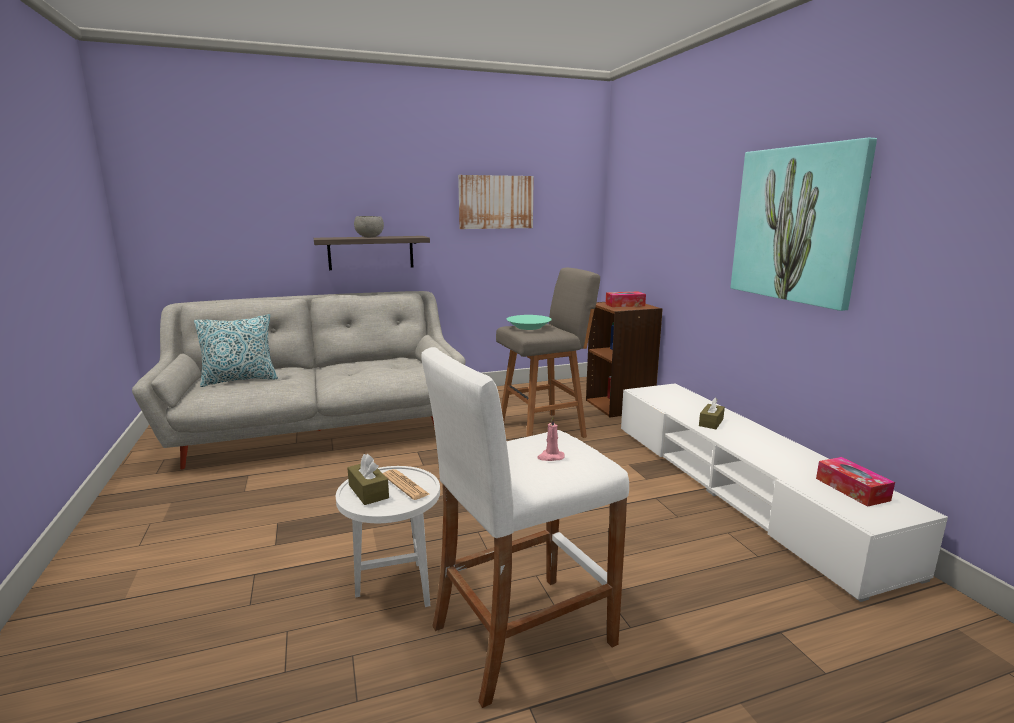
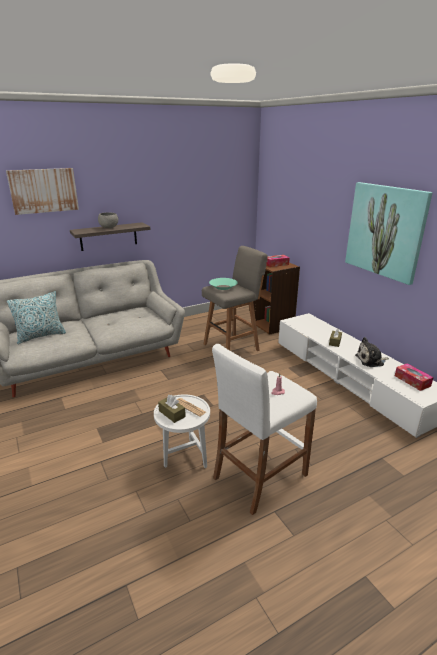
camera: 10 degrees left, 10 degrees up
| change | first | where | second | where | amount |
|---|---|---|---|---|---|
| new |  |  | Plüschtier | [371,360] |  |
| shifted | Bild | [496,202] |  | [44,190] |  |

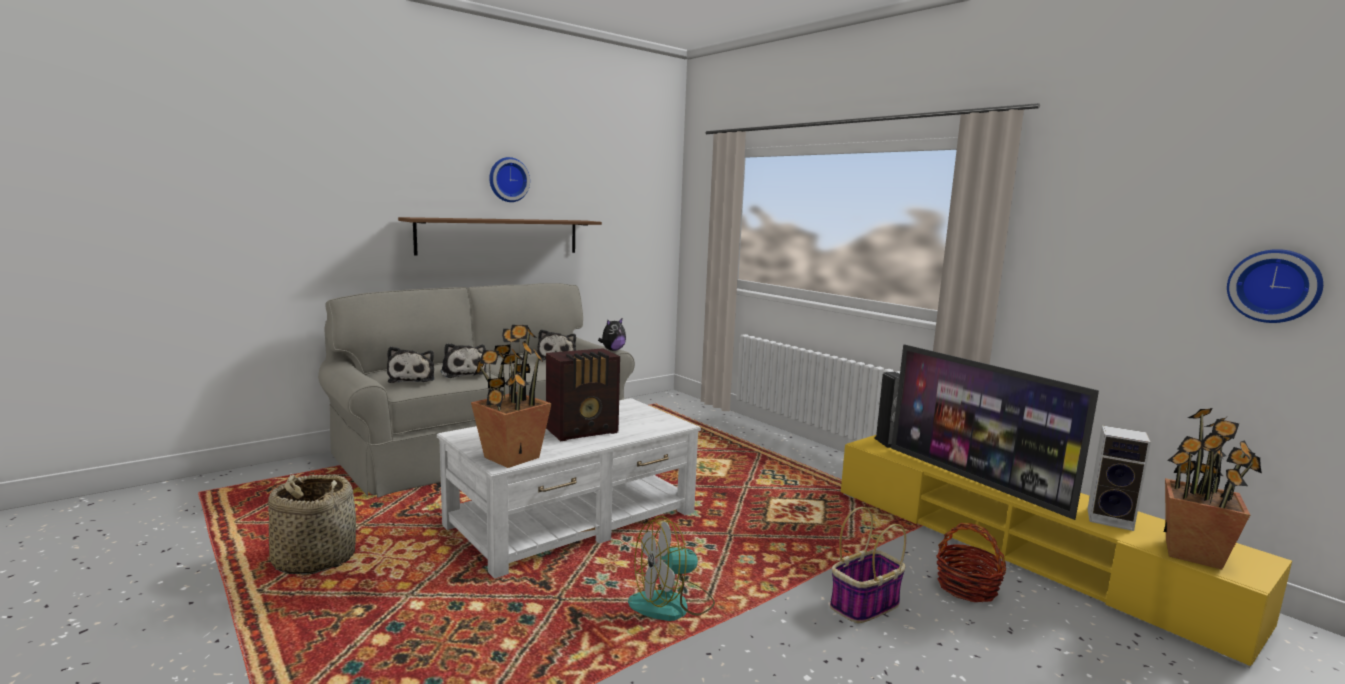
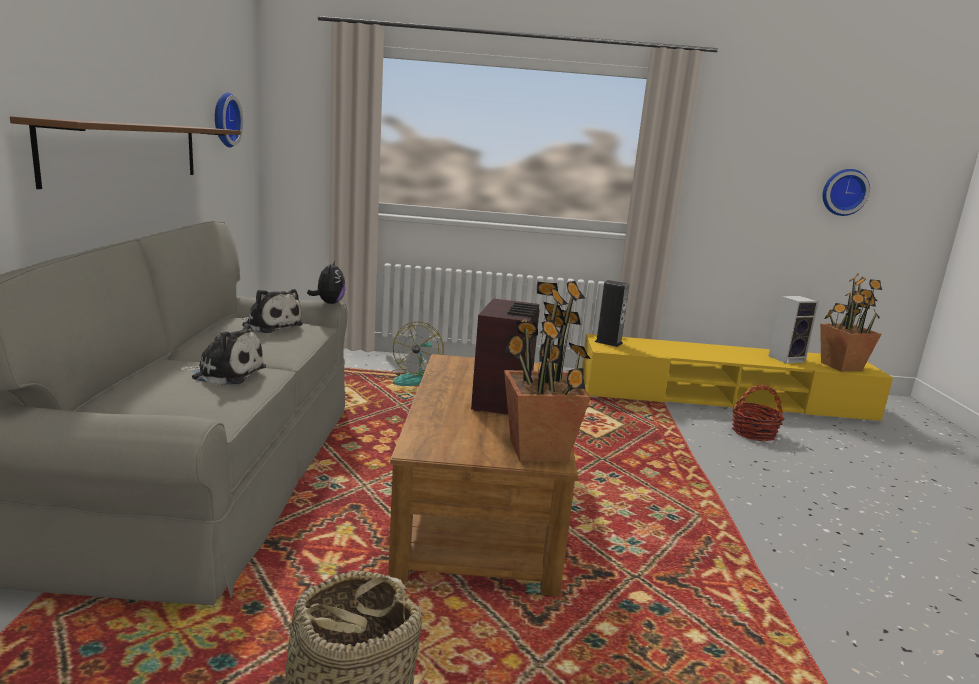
camera: 50 degrees left, 5 degrees up
| change | first | where | second | where | amount |
|---|---|---|---|---|---|
| gone | Plüschtier | [412,379] |  |  |  |
| gone | Korb | [864,605] |  |  |  |
| gone | Fernseher | [975,480] |  |  |  |
| shifted | Wanduhr | [508,179] |  | [224,119] |  |
| shifted | Ventilator | [672,604] |  | [415,379] |  |
| repainted | Couchtisch/weiß | [574,519] | Couchtisch/braun | [482,505] |  |

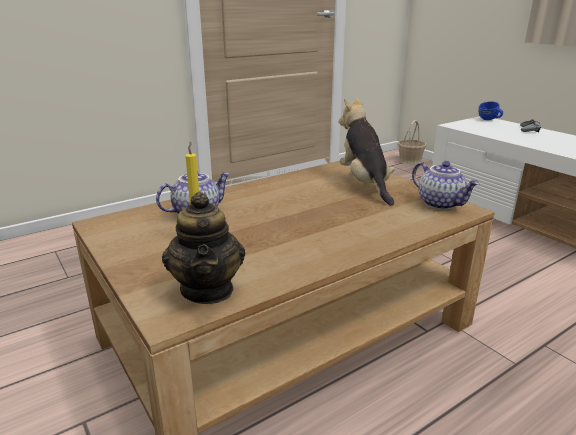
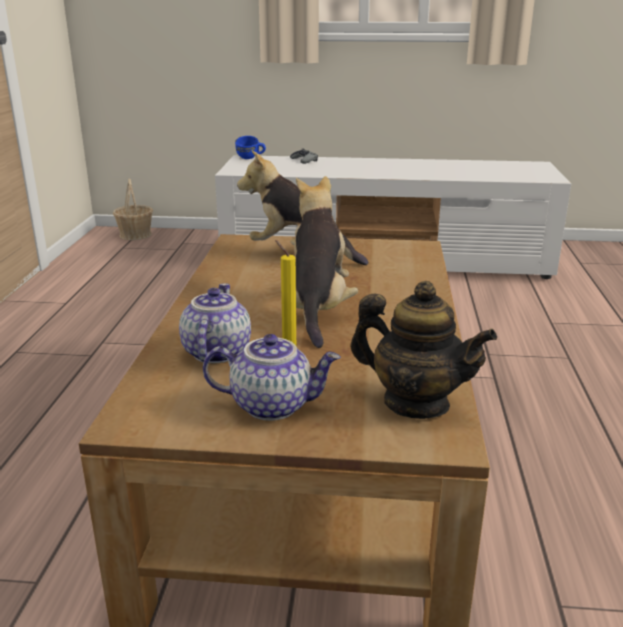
camera: 50 degrees left, 0 degrees up
| change | first | where | second | where | amount |
|---|---|---|---|---|---|
| new |  |  | Plüschtier | [317,309] |  |
| shifted | Teekanne | [441,204] |  | [273,405] |  |

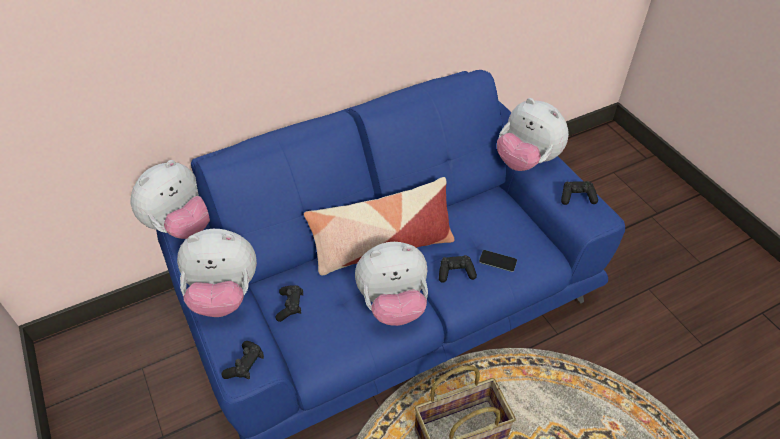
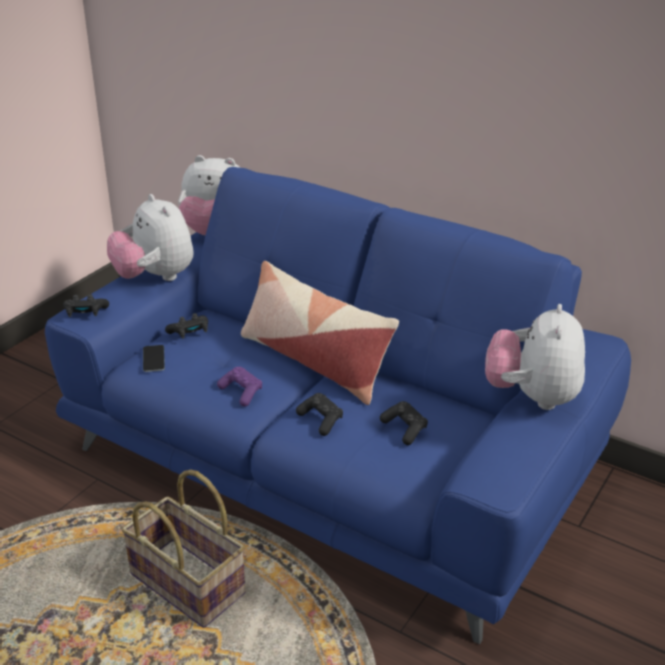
camera: 60 degrees right, 15 degrees down
| change | first | where | second | where | amount |
|---|---|---|---|---|---|
| shifted | Handy | [497,261] |  | [153,359] |  |
| shifted | Gamepad/schwarz | [577,197] |  | [404,429] |  |
| swapped | Plüschtier | [393,304] | Gamepad/lila | [241,392] |  |

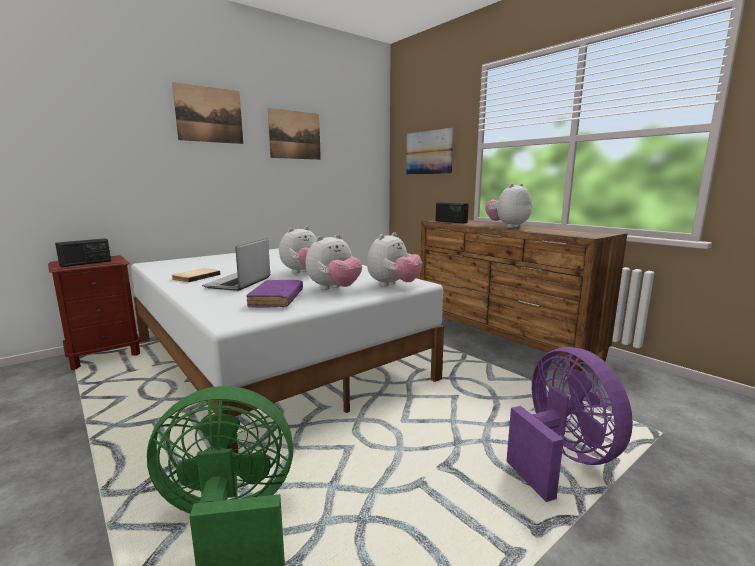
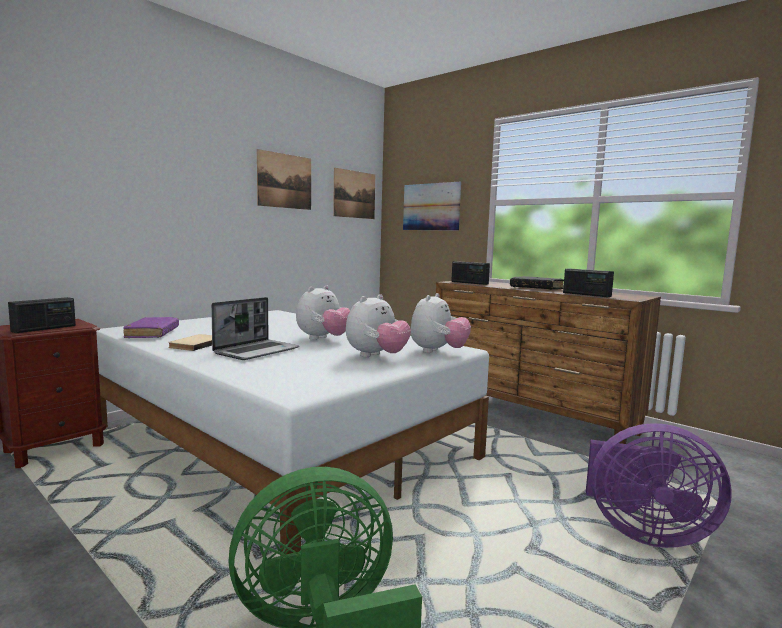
camera: 10 degrees left, 5 degrees down
| change | first | where | second | where | amount |
|---|---|---|---|---|---|
| new |  |  | Radio | [586,294] |  |
| shifted | Bild | [209,115] |  | [354,194] |  |
| shifted | Buch/lila | [276,300] |  | [152,334] |  |
| swapped | Plüschtier | [507,226] | Buch/schwarz | [536,288] |  |
| rotated | Laptop | [238,283] |  | [257,351] | 150 degrees counterclockwise |
| rotated | Ventilator/lila | [561,459] |  | [642,532] | 135 degrees clockwise |

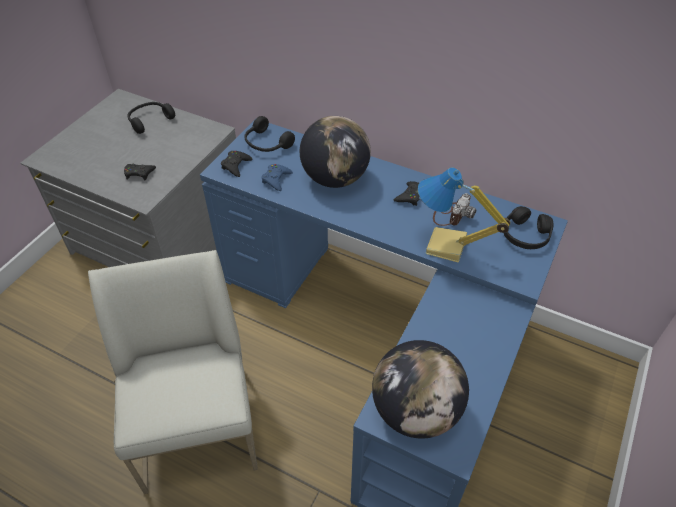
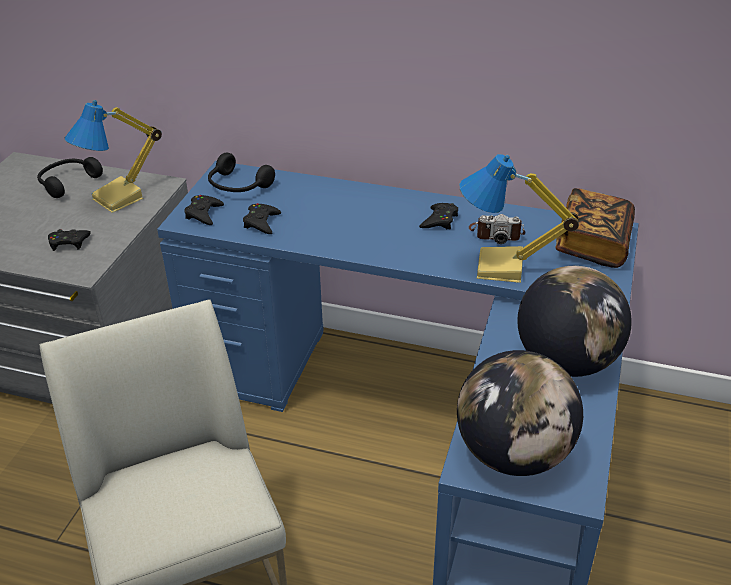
camera: 10 degrees left, 10 degrees down
| change | first | where | second | where | amount |
|---|---|---|---|---|---|
| new |  |  | Tischlampe | [119,199] |  |
| shifted | Globus | [335,178] |  | [566,361] |  |
| swapped | Kopfhörer/schwarz | [525,235] | Buch | [593,244] |  |
| repainted | Gamepad/blau | [276,179] | Gamepad/schwarz | [261,222] |  |
| rotated | Kamera | [451,214] |  | [496,233] | 75 degrees clockwise |

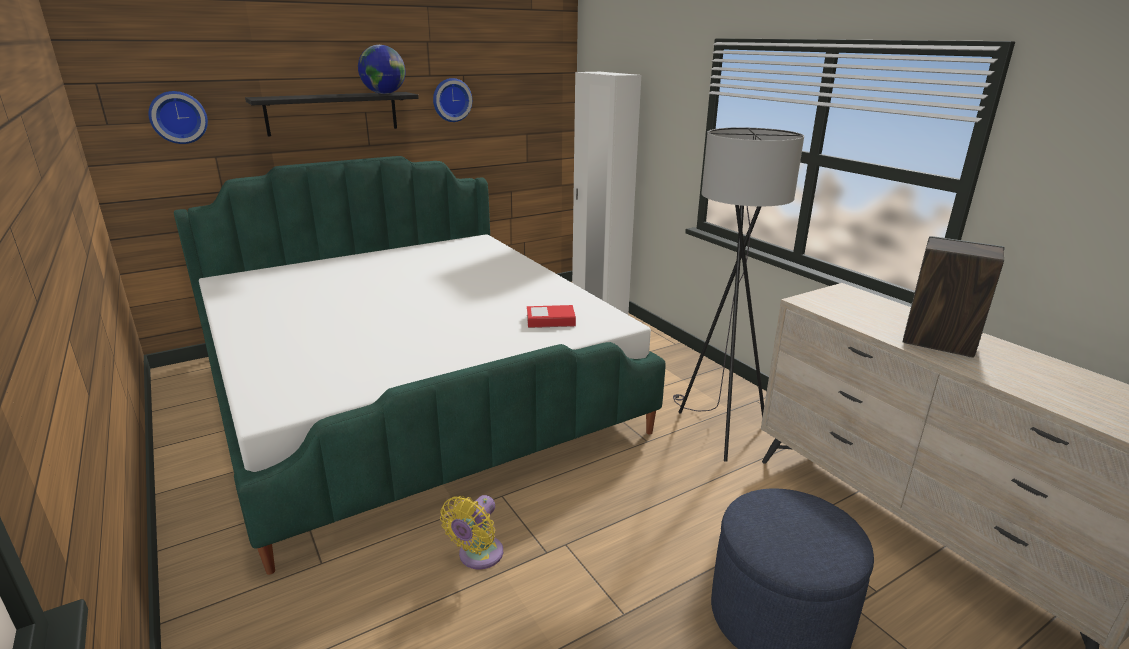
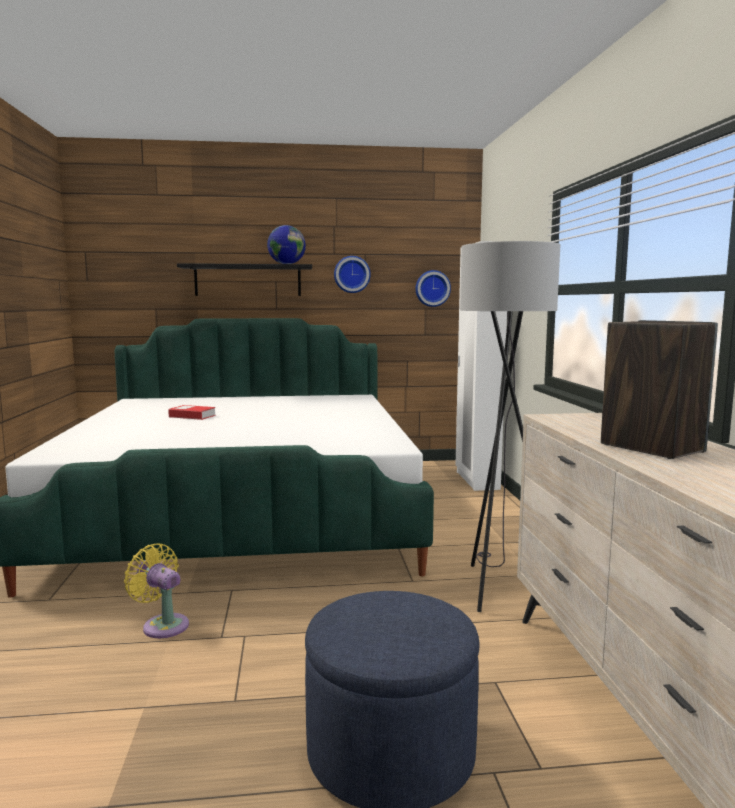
camera: 25 degrees right, 15 degrees down
| change | first | where | second | where | amount |
|---|---|---|---|---|---|
| shifted | Wanduhr | [178,117] |  | [432,288] |  |
| shifted | Buch | [550,321] |  | [192,416] |  |
| rotated | Ventilator/gelb | [478,556] |  | [163,625] | 75 degrees clockwise |

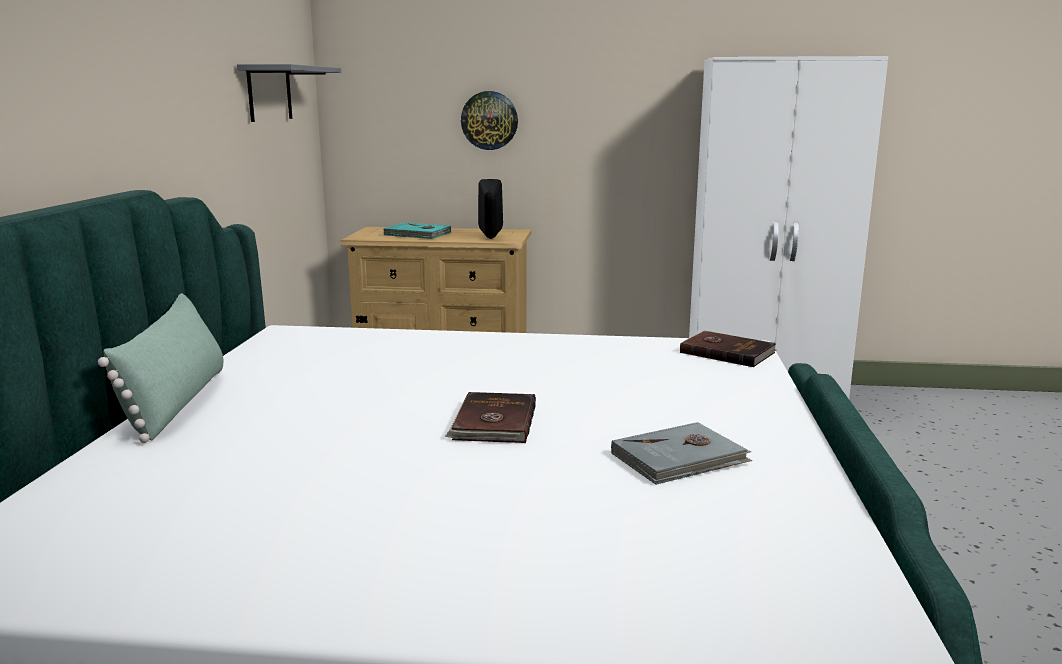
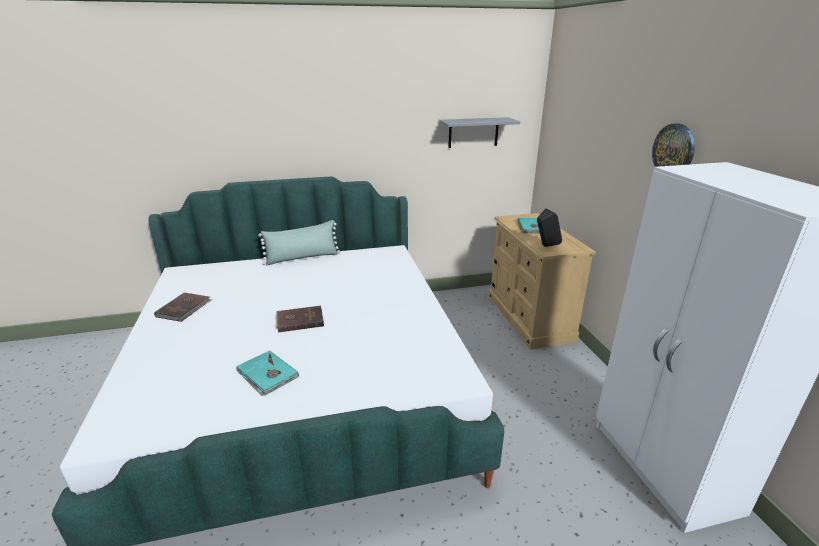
camera: 70 degrees right, 10 degrees up
| change | first | where | second | where | amount |
|---|---|---|---|---|---|
| shifted | Wanduhr | [489,120] |  | [674,150] |  |
| shifted | Buch/braun | [727,352] |  | [184,308] |  |
| repainted | Buch/grau | [680,458] | Buch/türkis | [267,375] |  |

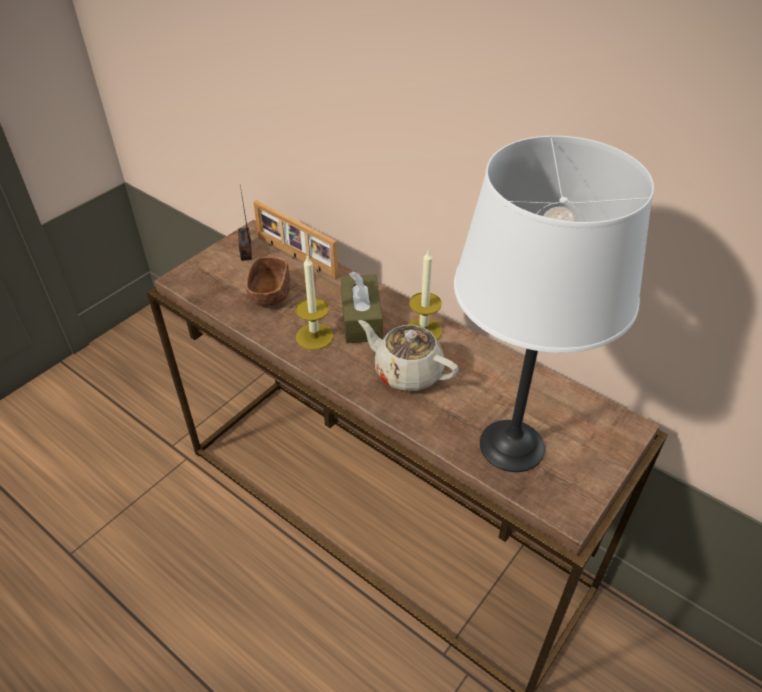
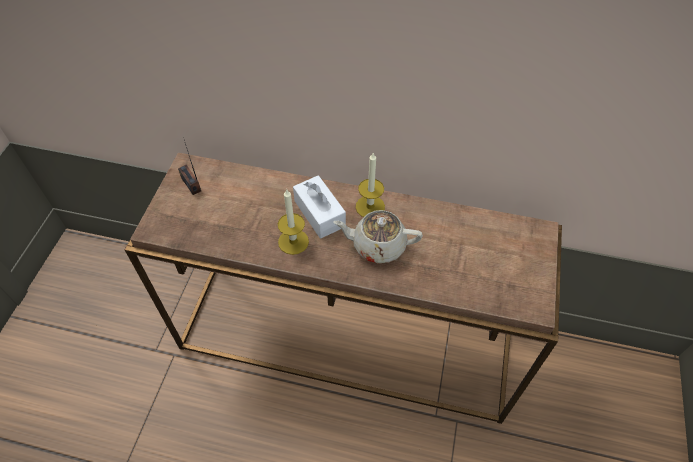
camera: 25 degrees left, 10 degrees up
| change | first | where | second | where | amount |
|---|---|---|---|---|---|
| gone | Schüssel/braun | [269,294] |  |  |  |
| gone | Bilderrahmen | [296,257] |  |  |  |
| gone | Tischlampe/weiß | [511,445] |  |  |  |
| repainted | Taschentuchbox/braun | [361,319] | Taschentuchbox/weiß | [319,213] |  |

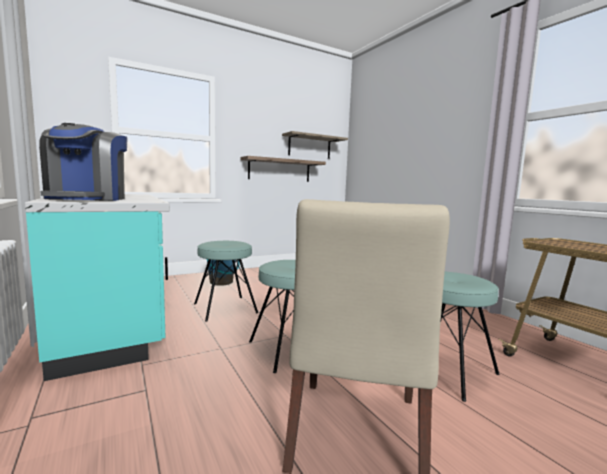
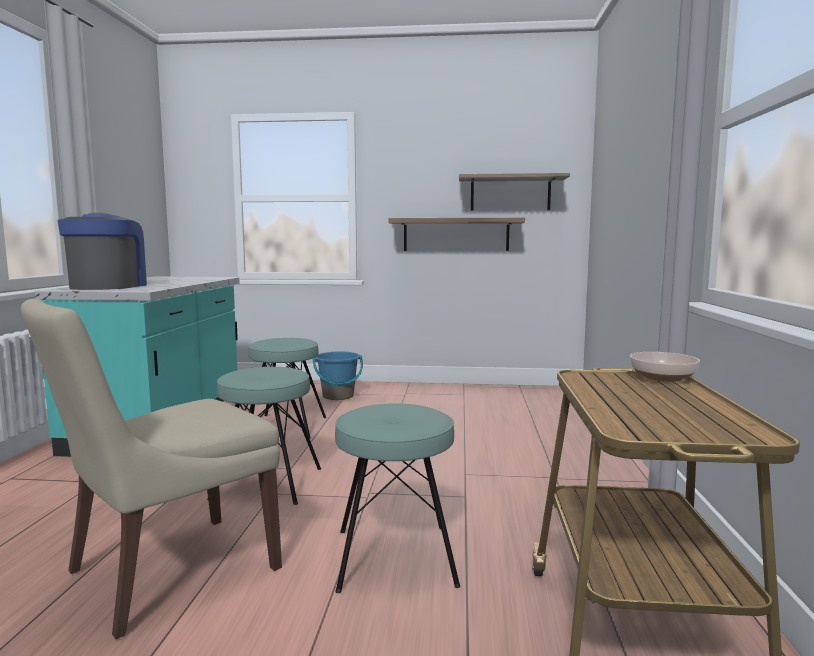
camera: 35 degrees right, 0 degrees up
| change | first | where | second | where | amount |
|---|---|---|---|---|---|
| new |  |  | Schüssel | [661,377] |  |
| rotated | Kaffeemaschine | [87,199] |  | [108,286] | 150 degrees clockwise |

